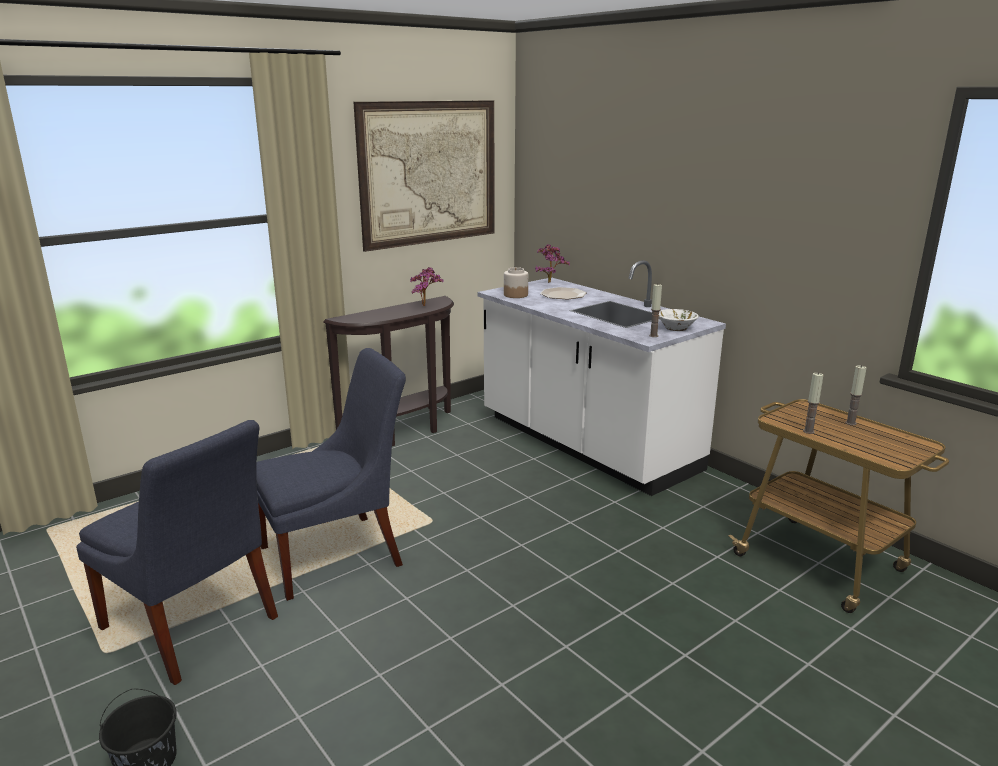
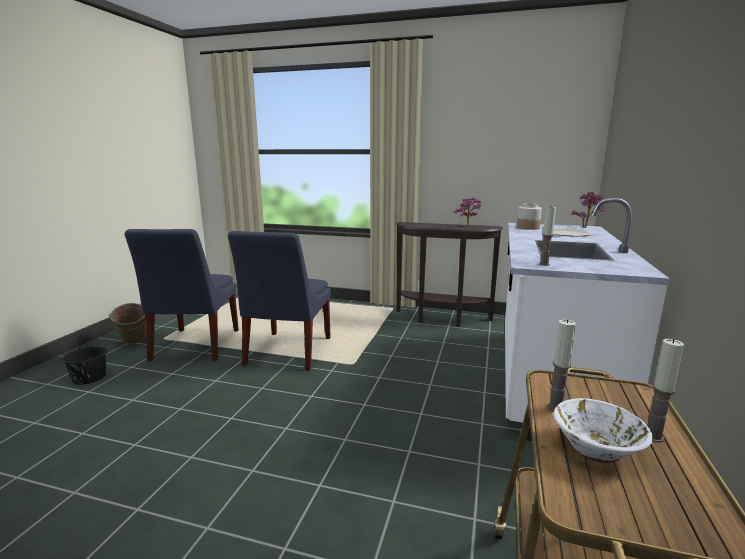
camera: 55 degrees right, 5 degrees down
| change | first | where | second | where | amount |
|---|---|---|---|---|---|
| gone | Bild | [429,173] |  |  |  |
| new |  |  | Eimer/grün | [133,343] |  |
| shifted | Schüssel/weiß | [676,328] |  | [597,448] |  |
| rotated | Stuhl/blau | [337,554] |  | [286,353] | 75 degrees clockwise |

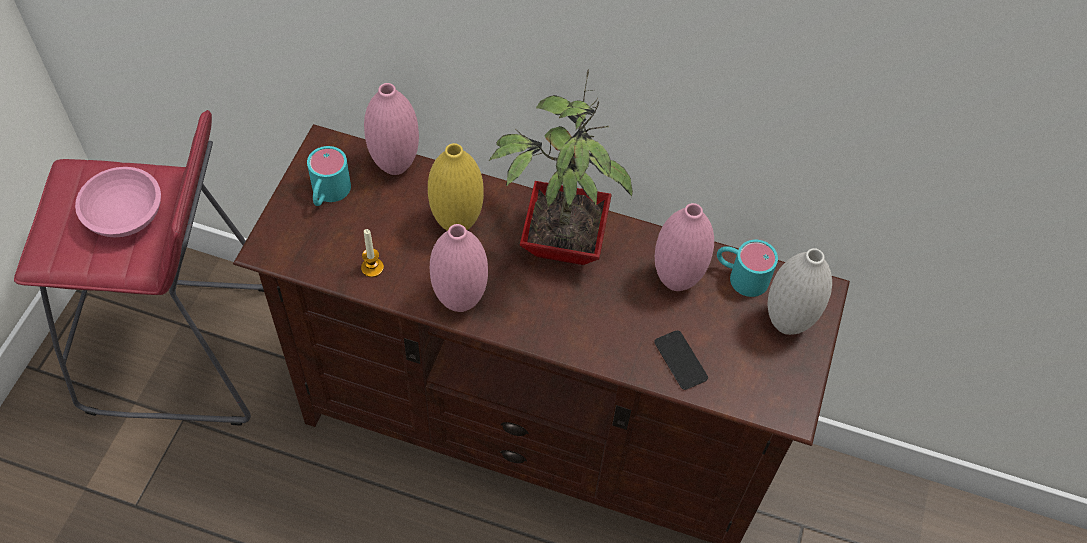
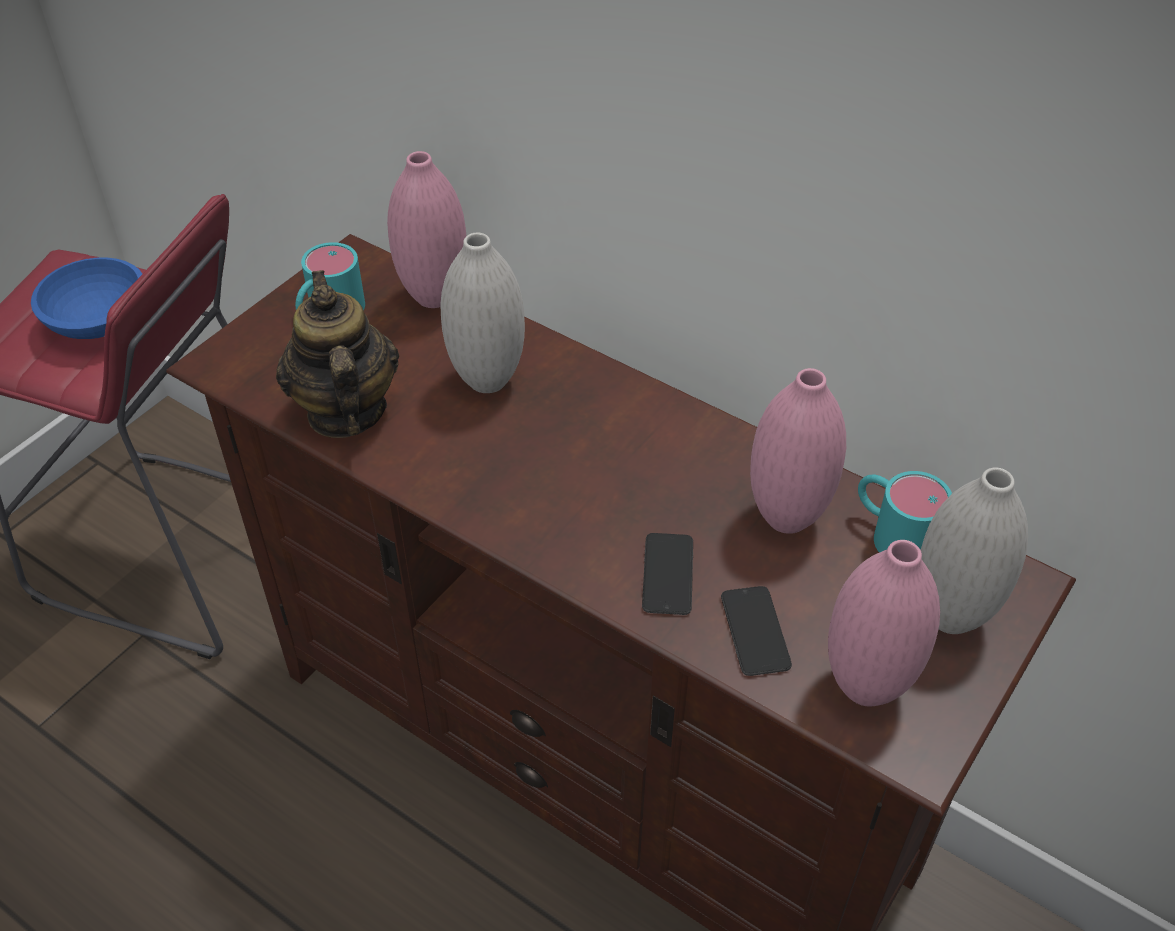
camera: 20 degrees right, 10 degrees down
| change | first | where | second | where | amount |
|---|---|---|---|---|---|
| gone | Topfpflanze | [559,242] |  |  |  |
| new |  |  | Handy | [668,574] |  |
| shifted | Vase/rosa | [460,300] |  | [866,687] |  |
| swapped | Kerze | [372,268] | Teekanne | [345,411] |  |
| repainted | Schüssel/rosa | [125,217] | Schüssel/blau | [98,323] |  |
| repainted | Vase/gelb | [457,223] | Vase/weiß | [487,380] |  |

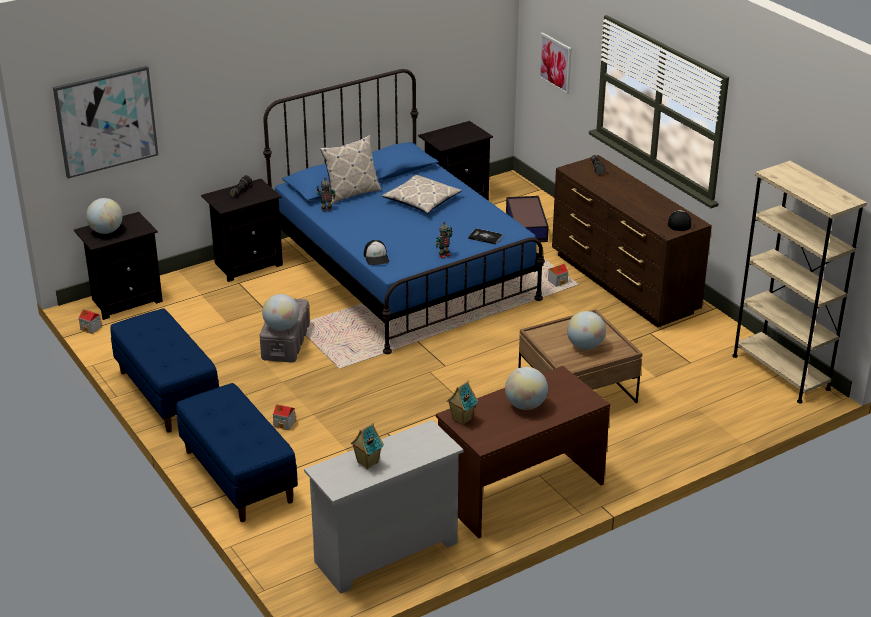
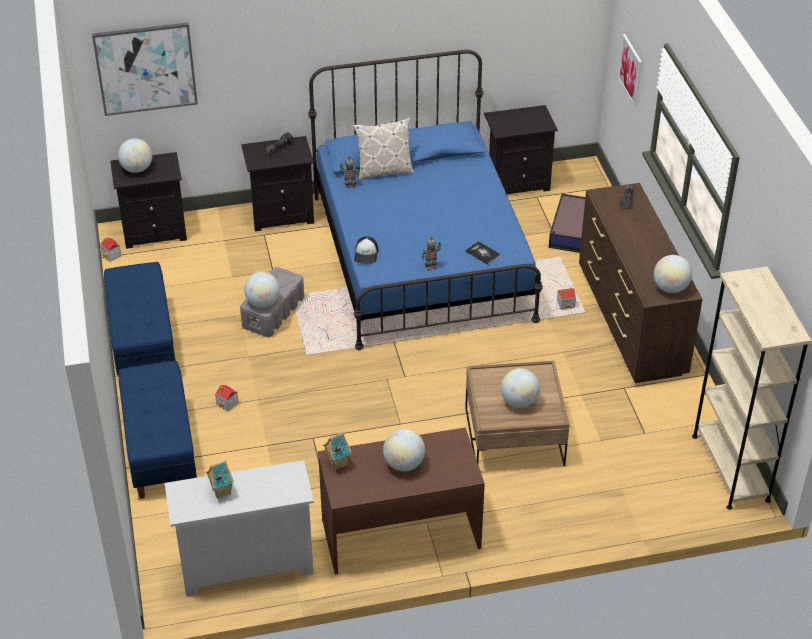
camera: 20 degrees right, 10 degrees up
| change | first | where | second | where | amount |
|---|---|---|---|---|---|
| gone | Kissen | [421,200] |  |  |  |
| swapped | Kappe | [679,222] | Globus | [670,288] |  |

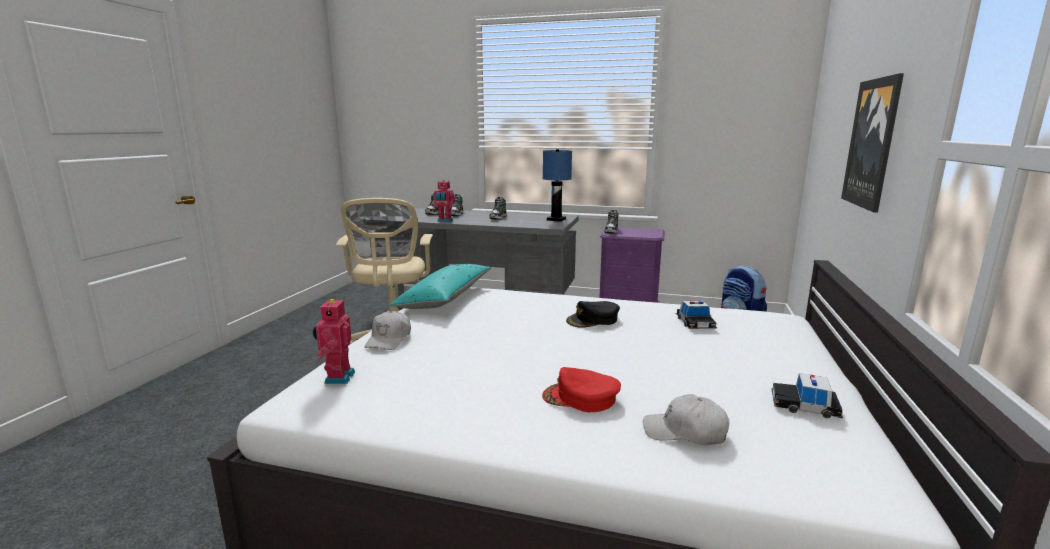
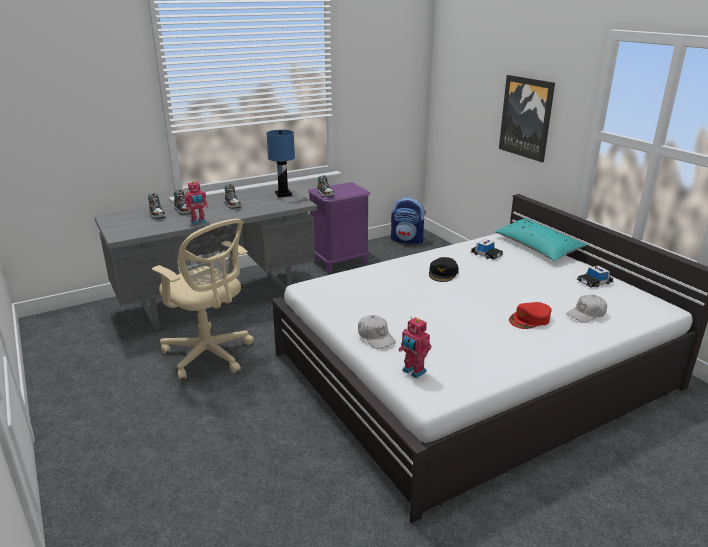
camera: 45 degrees left, 10 degrees up
| change | first | where | second | where | amount |
|---|---|---|---|---|---|
| shifted | Kissen/türkis | [445,298] |  | [537,247] |  |

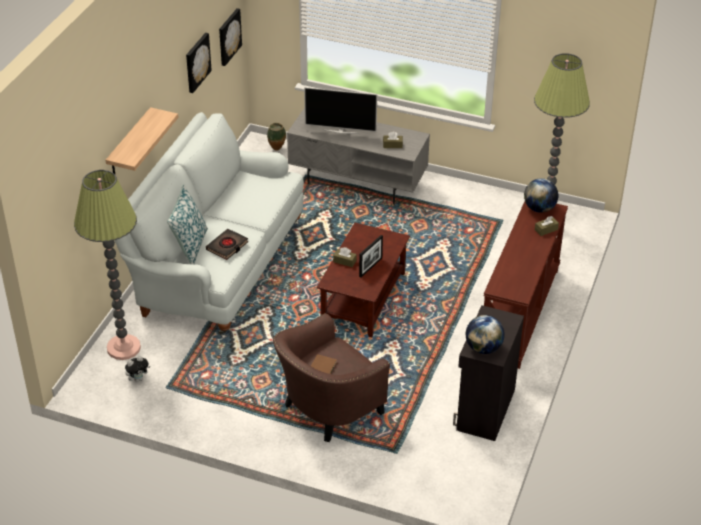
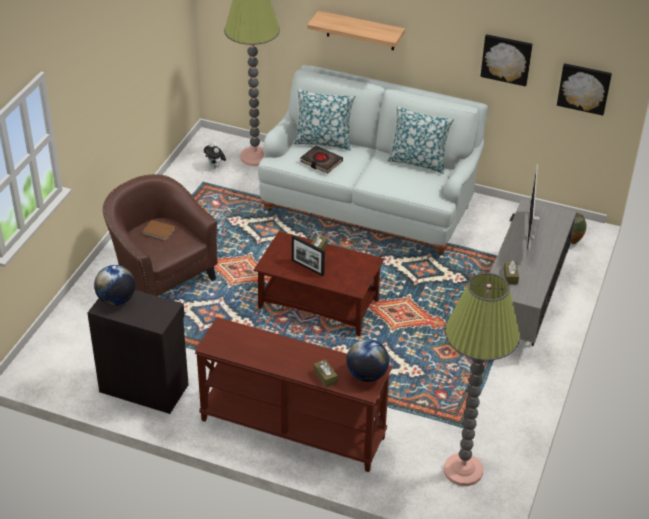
camera: 90 degrees right, 0 degrees up
| change | first | where | second | where | amount |
|---|---|---|---|---|---|
| new |  |  | Kissen | [418,161] |  |

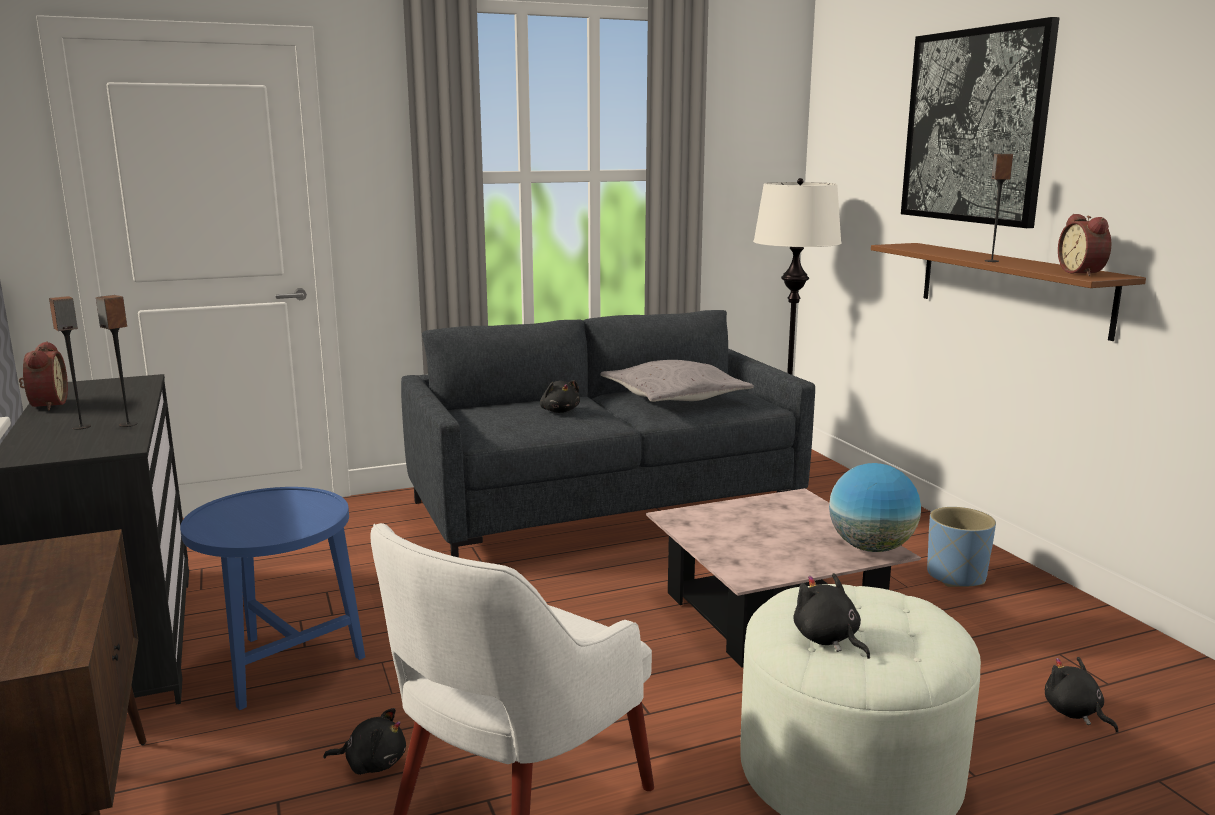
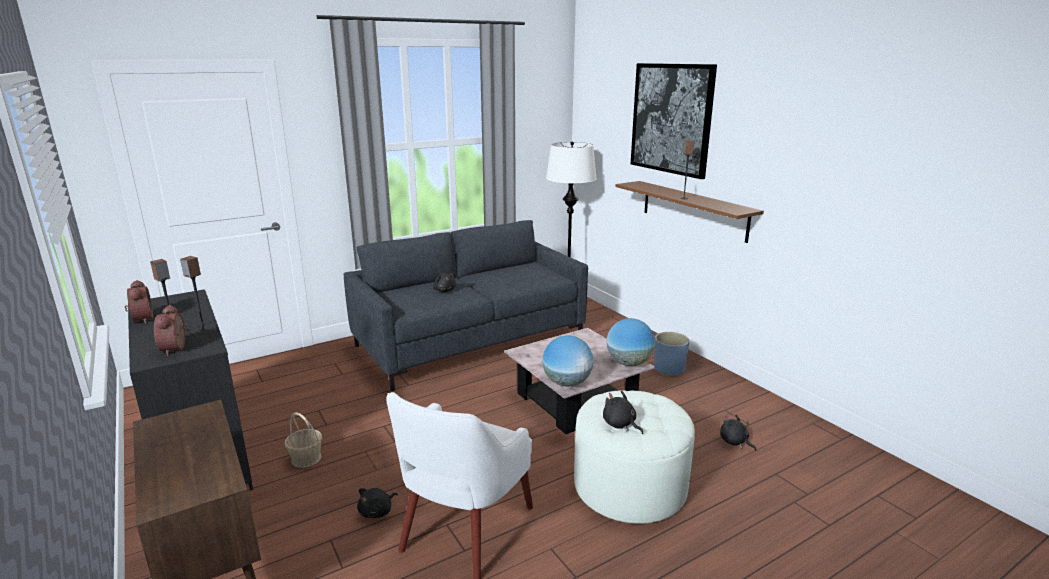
camera: 10 degrees left, 5 degrees up
| change | first | where | second | where | amount |
|---|---|---|---|---|---|
| gone | Kissen/grau | [674,397] |  |  |  |
| new |  |  | Globus | [567,383] |  |
| shifted | Wecker | [1083,273] |  | [176,348] |  |
| swapped | Beistelltisch/blau | [282,664] | Korb | [306,458] |  |
| rotated | Plüschtier/schwarz | [372,763] |  | [377,512] | 135 degrees clockwise |

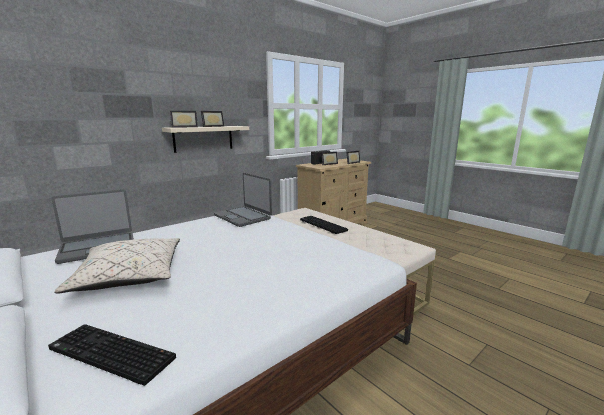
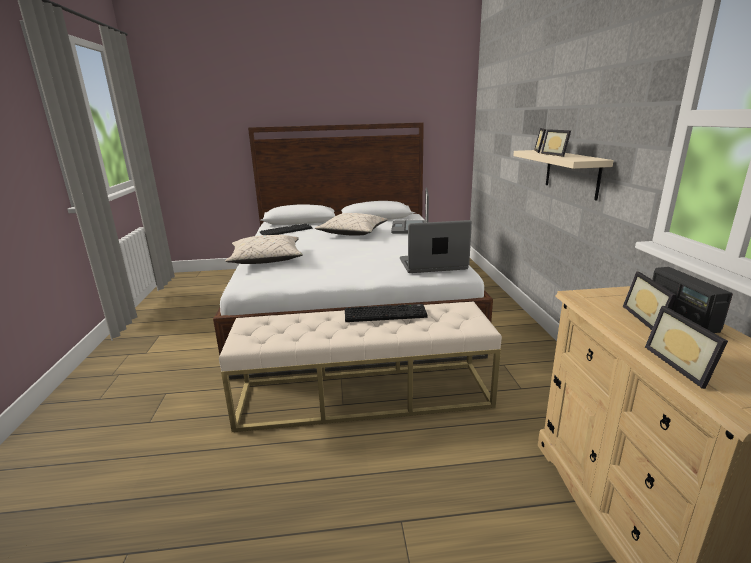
camera: 125 degrees right, 5 degrees up
| change | first | where | second | where | amount |
|---|---|---|---|---|---|
| new |  |  | Kissen/beige | [266,260] |  |

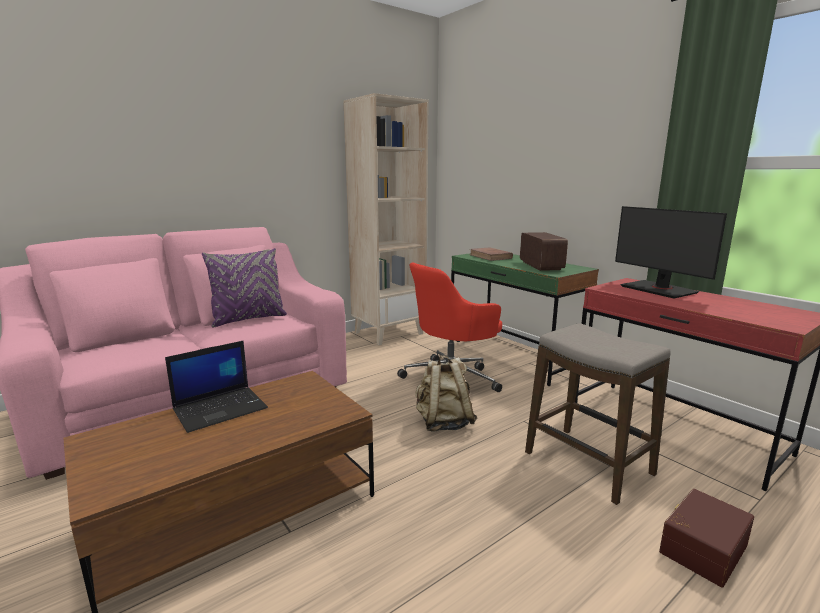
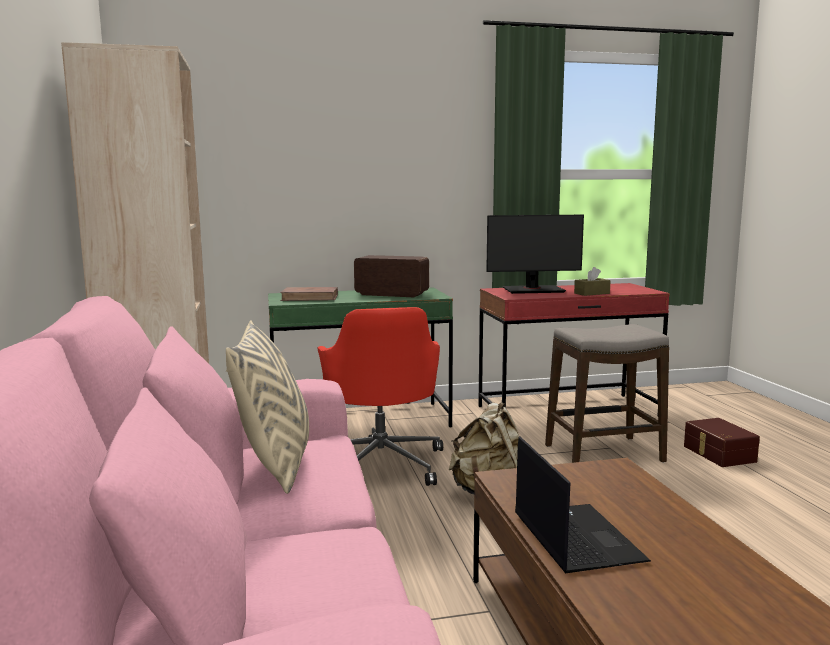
camera: 65 degrees left, 5 degrees down
| change | first | where | second | where | amount |
|---|---|---|---|---|---|
| new |  |  | Taschentuchbox/braun | [591,293] |  |
| repainted | Kissen/lila | [248,319] | Kissen/beige | [275,464] |  |

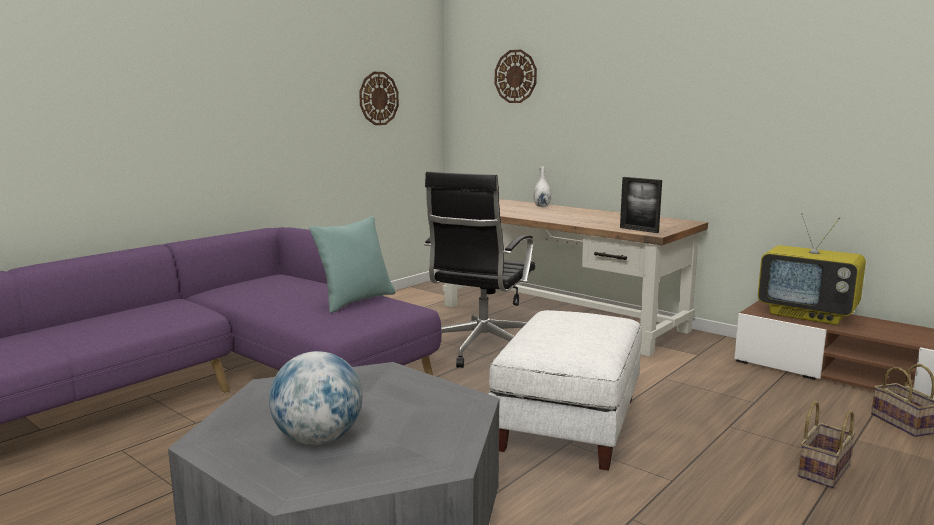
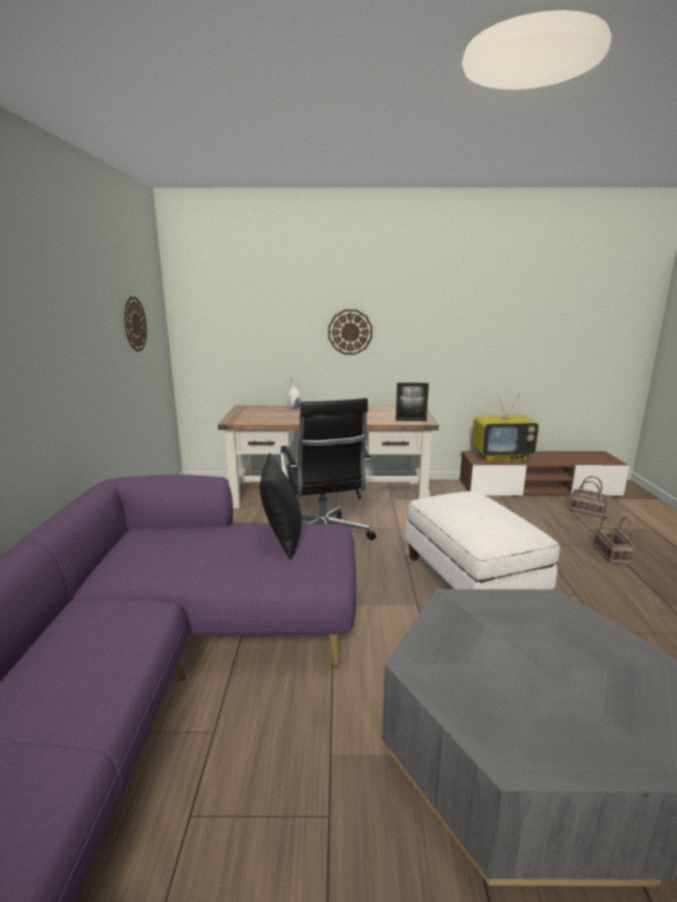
camera: 40 degrees left, 5 degrees up
| change | first | where | second | where | amount |
|---|---|---|---|---|---|
| gone | Globus | [318,439] |  |  |  |
| shifted | Wanduhr | [515,76] |  | [350,332] |  |
| repainted | Kissen/türkis | [355,301] | Kissen/schwarz | [282,538] |  |

